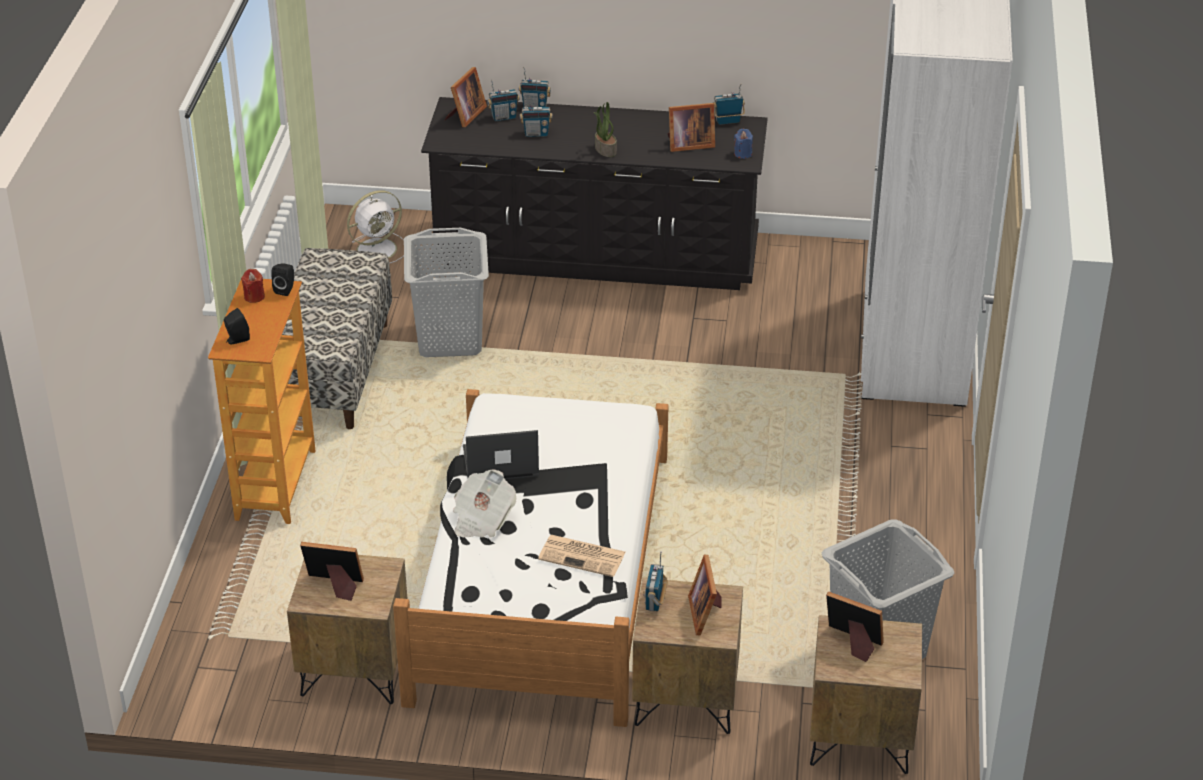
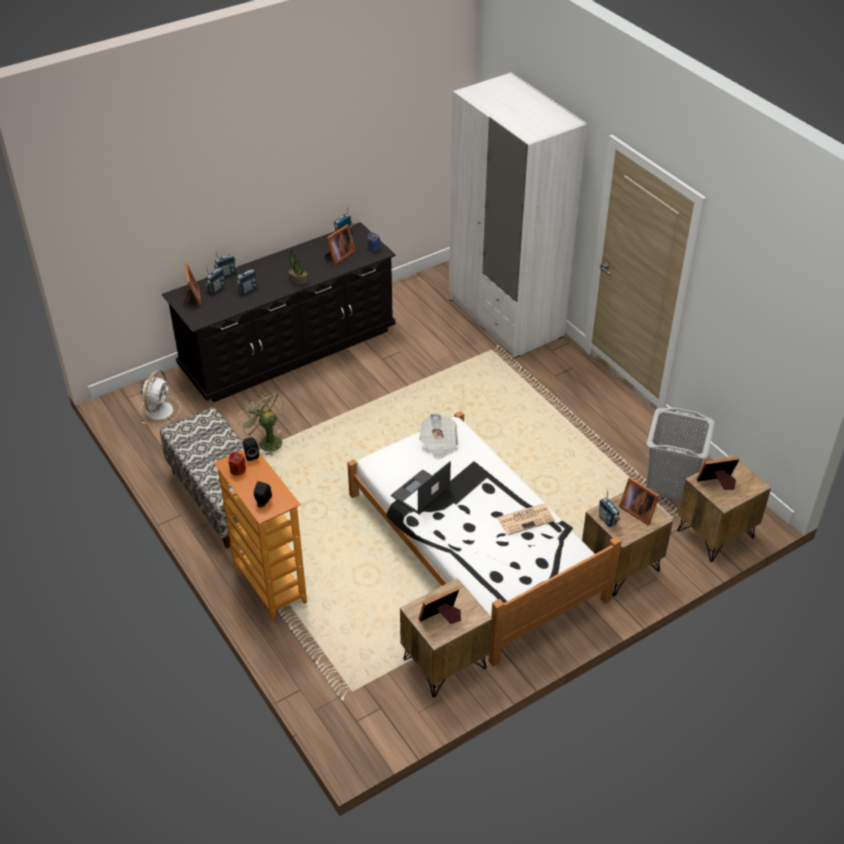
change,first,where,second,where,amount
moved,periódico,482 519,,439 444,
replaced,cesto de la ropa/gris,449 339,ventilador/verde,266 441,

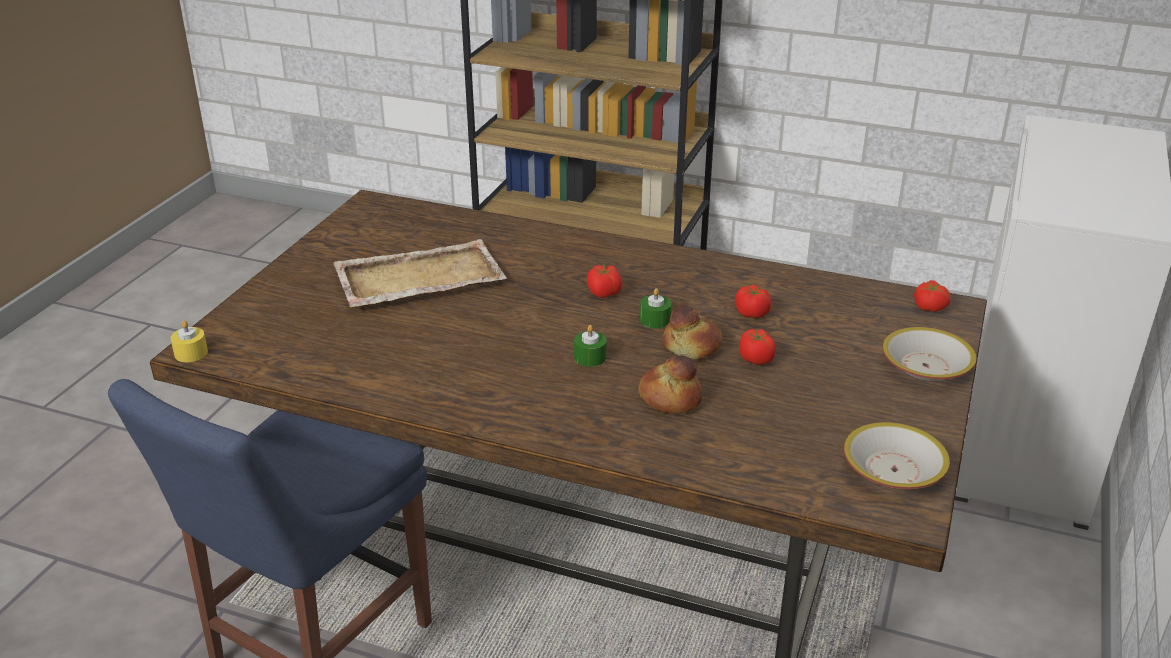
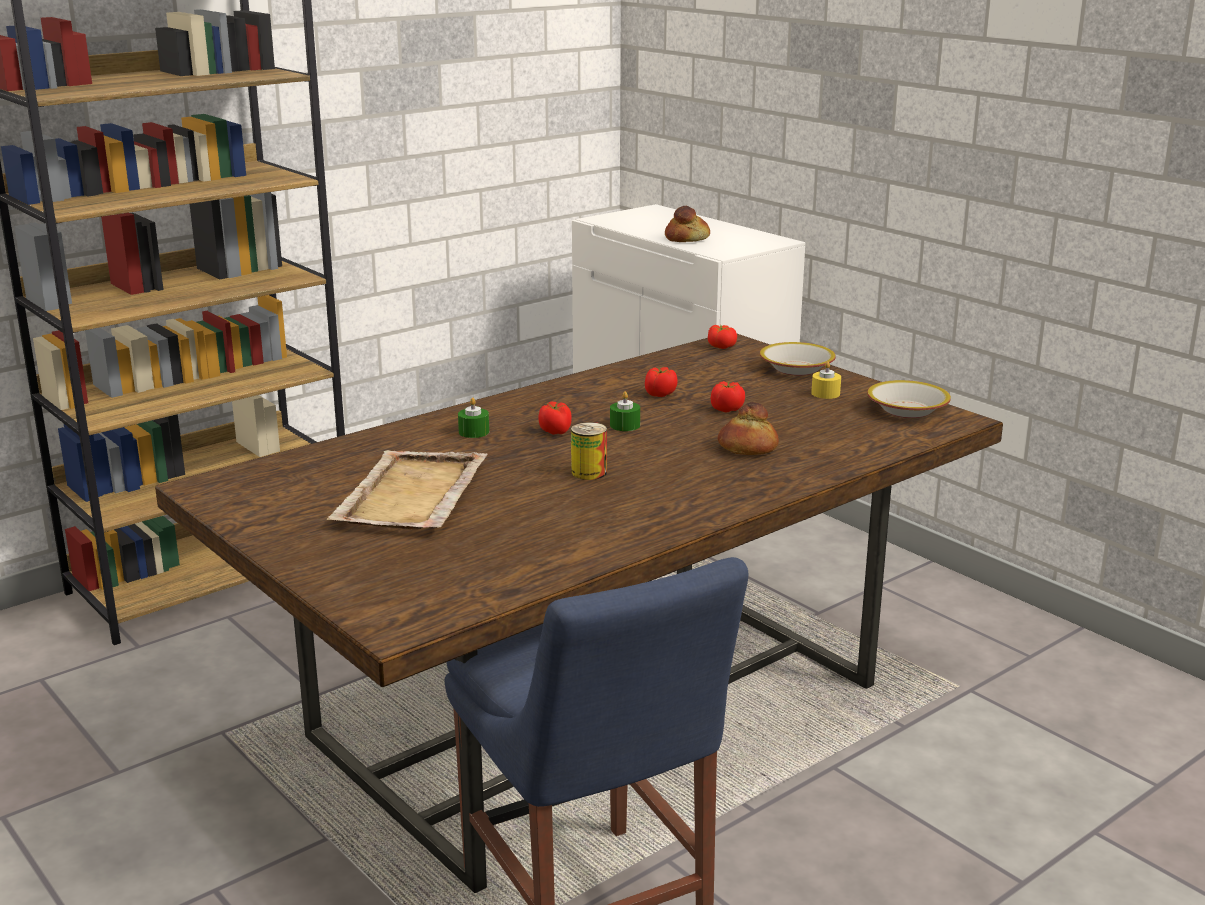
change,first,where,second,where,amount
added,,,lata,589 472,
moved,vela/amarillo,191 353,,825 393,
moved,vela/verde,590 357,,474 432,
moved,pan,691 347,,687 239,

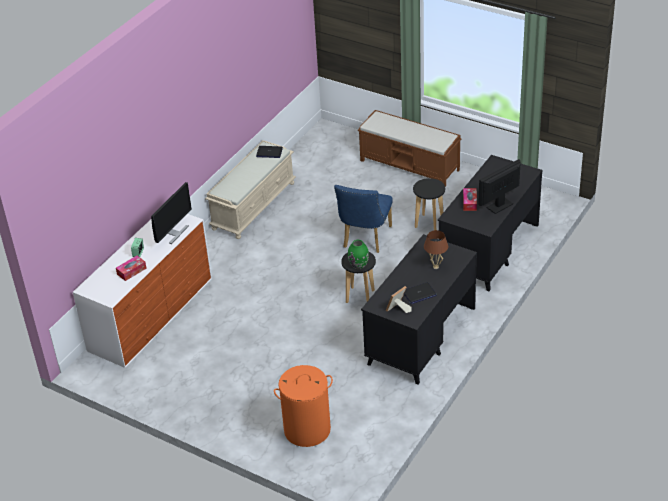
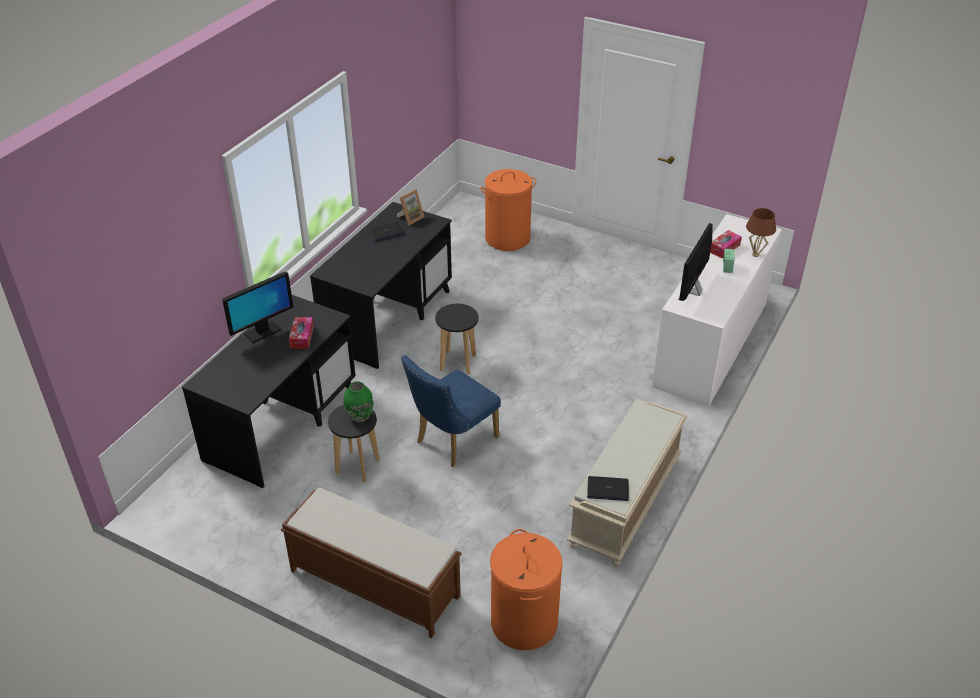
change,first,where,second,where,amount
added,,,cesto de la ropa/naranja,523 622,
moved,florero/verde,359 265,,359 417,
moved,lámpara de mesa/marrón,436 267,,755 255,
turned,silla/azul,365 239,,452 441,150 degrees counterclockwise

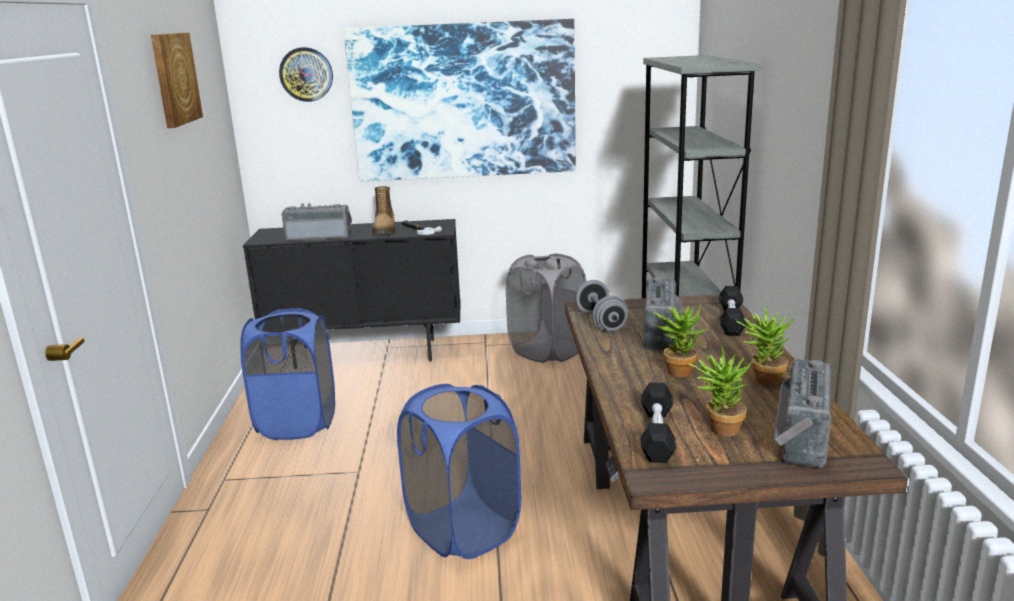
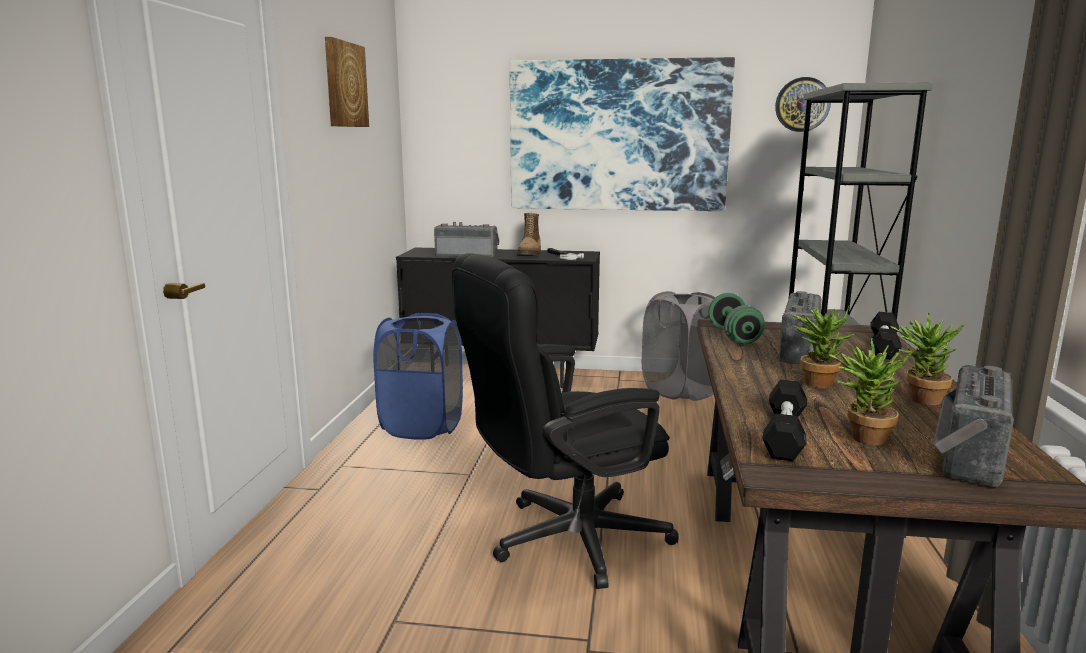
change,first,where,second,where,amount
moved,reloj de pared,306 74,,802 104,
replaced,cesto de la ropa/azul,463 530,silla de oficina/negro,564 541,
recoloured,mancuerna/gris,600 321,mancuerna/verde,734 336,

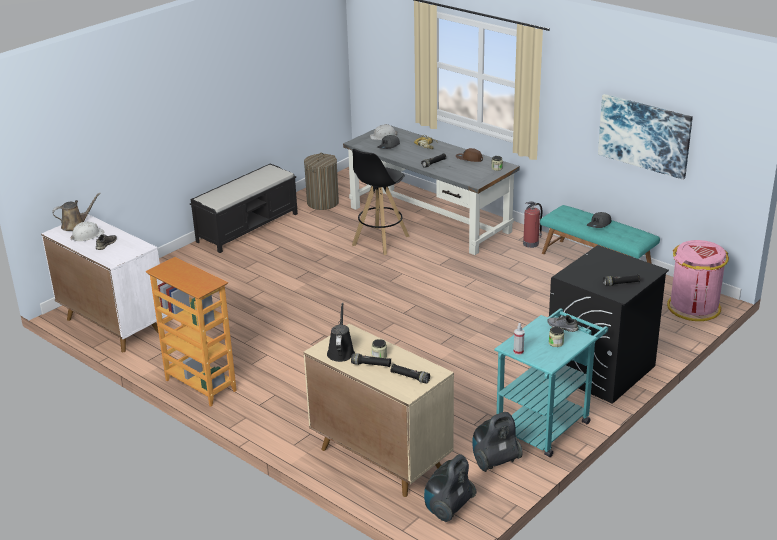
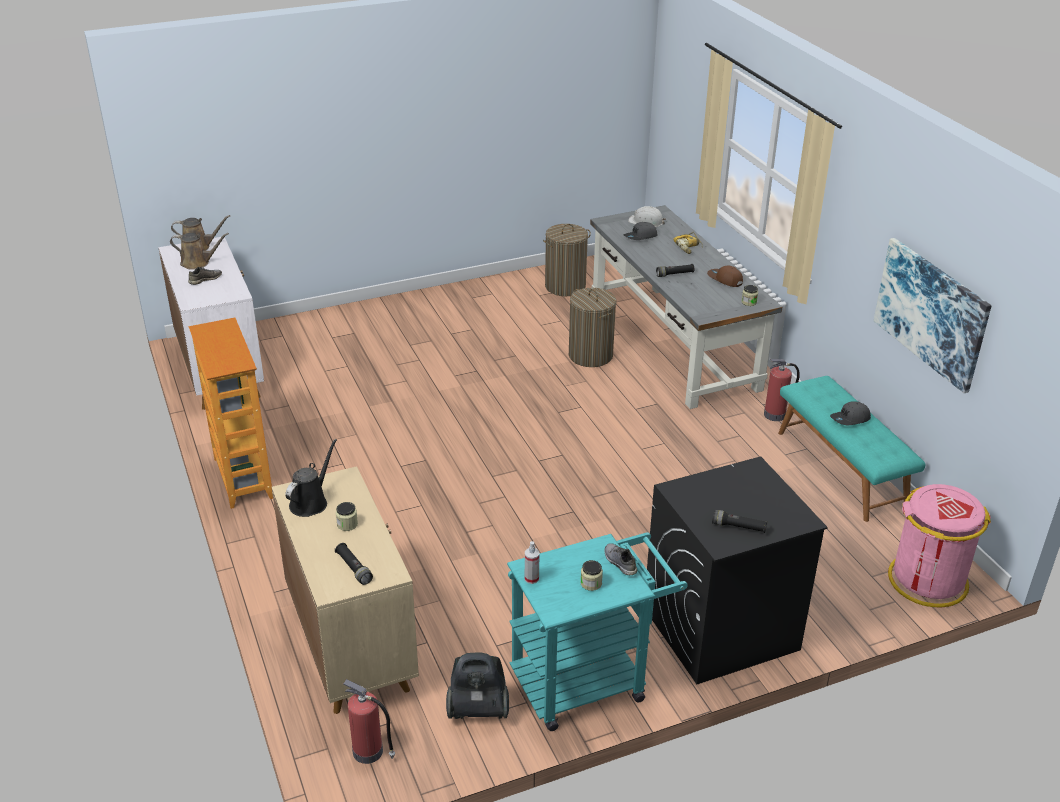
change,first,where,second,where,amount
removed,banco/negro,248 227,,,
removed,linterna/negro,371 365,,,
replaced,casco/blanco,87 235,regadera/marrón,198 263,
replaced,taburete/negro,380 241,cesto de la ropa,590 355,
replaced,aspiradora,448 509,extintor,369 752,

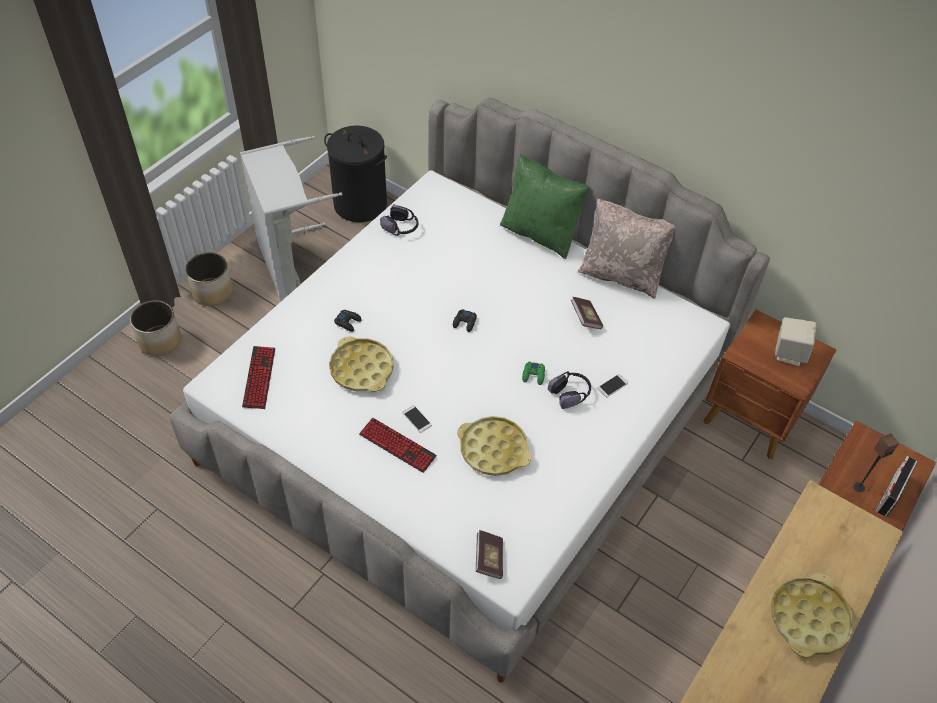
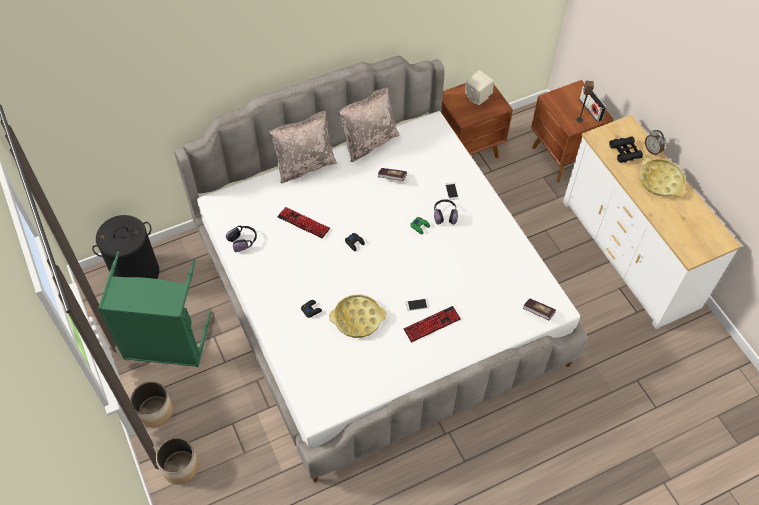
change,first,where,second,where,amount
removed,bandeja/amarillo,493 449,,,
added,,,prismáticos/negro,625 152,
added,,,despertador,652 150,
moved,teclado,259 378,,303 223,
recoloured,cesto de la ropa/gris,292 265,cesto de la ropa/verde,166 345,
recoloured,cojín/verde,540 233,cojín/beis,304 165,

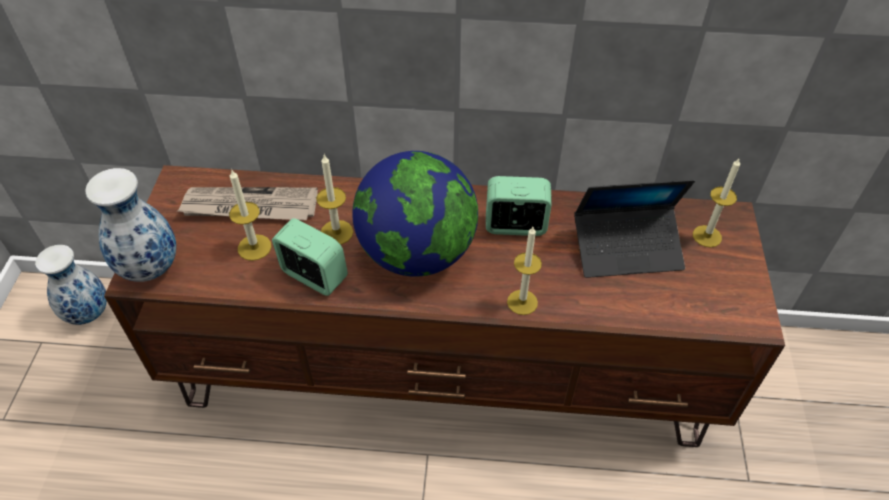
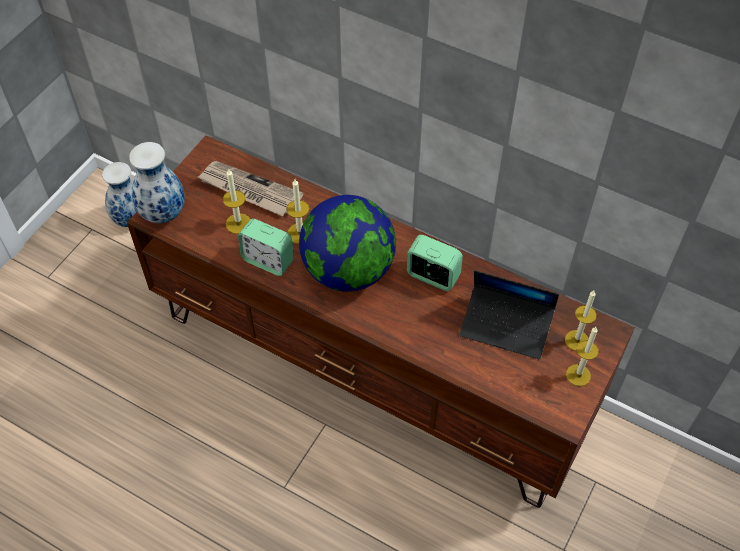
change,first,where,second,where,amount
moved,vela,522 302,,578 375,
turned,despertador,314 276,,268 260,150 degrees clockwise

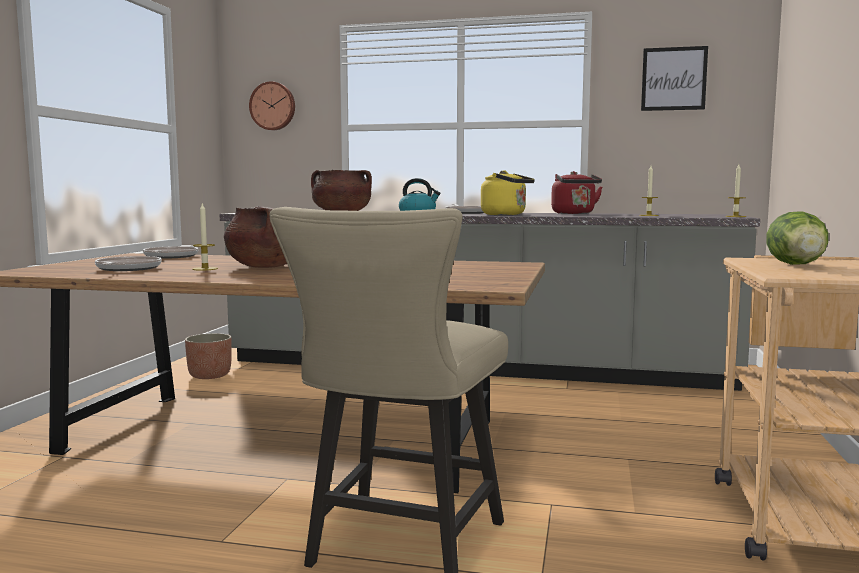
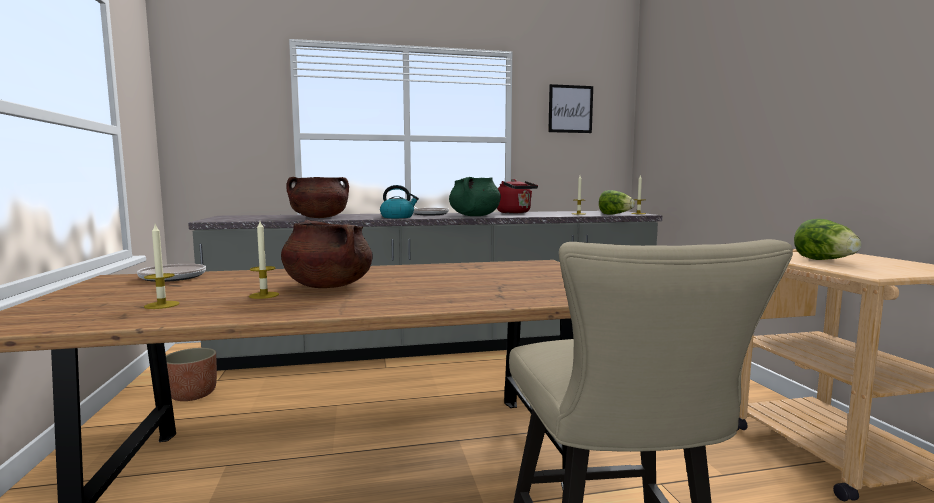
change,first,where,second,where,amount
removed,reloj de pared,273 106,,,
added,,,lechuga,615 214,
replaced,sartén,127 269,vela,162 305,
replaced,hervidor/amarillo,506 215,olla/verde,474 216,

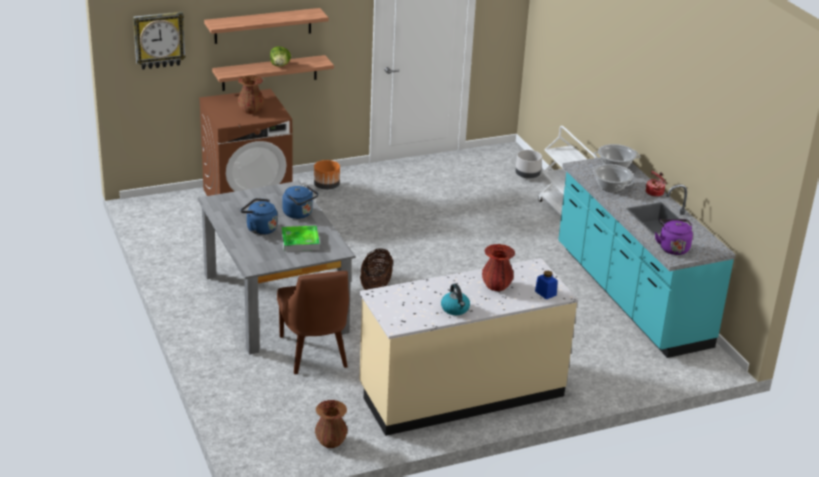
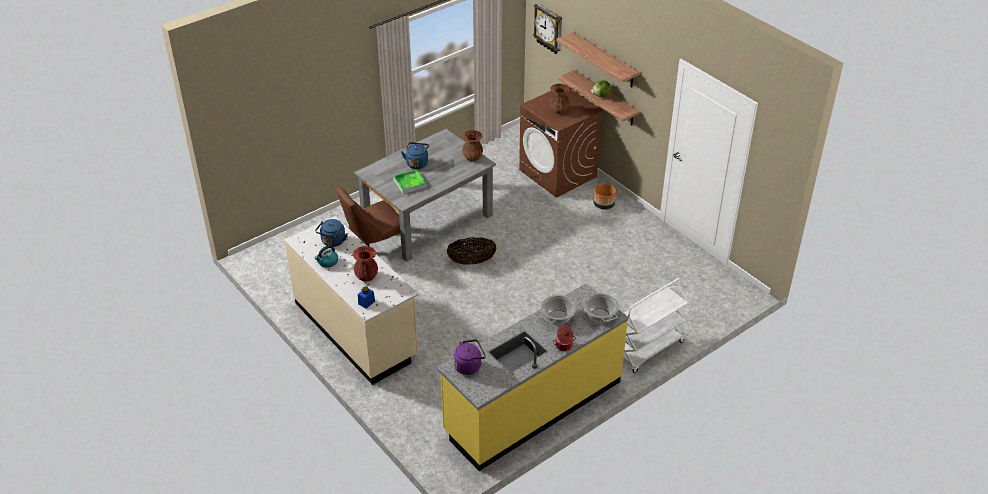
change,first,where,second,where,amount
removed,maceta/gris,527 175,,,
moved,hervidor/azul,299 214,,333 242,
moved,florero/marrón,330 442,,472 157,
recoloured,mueble bajo de cocina/turquesa,630 296,mueble bajo de cocina/amarillo,532 406,

